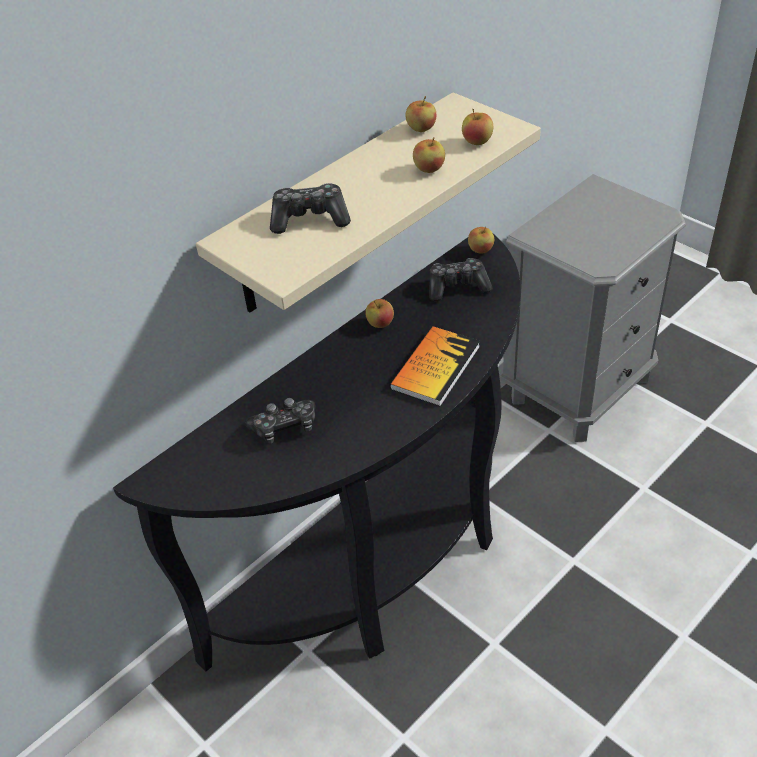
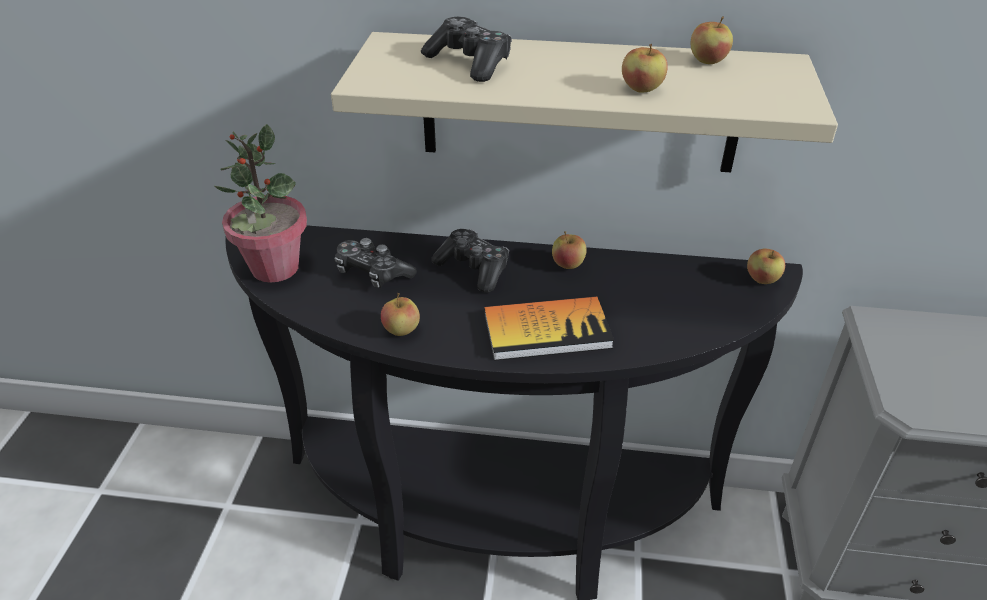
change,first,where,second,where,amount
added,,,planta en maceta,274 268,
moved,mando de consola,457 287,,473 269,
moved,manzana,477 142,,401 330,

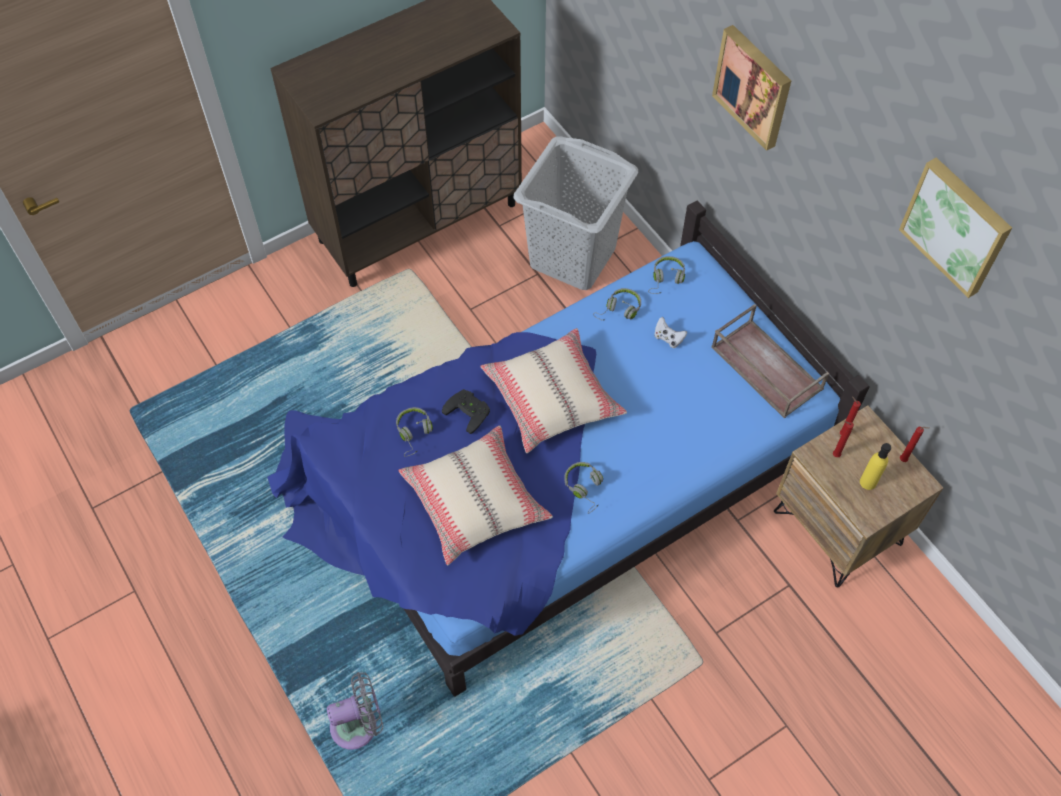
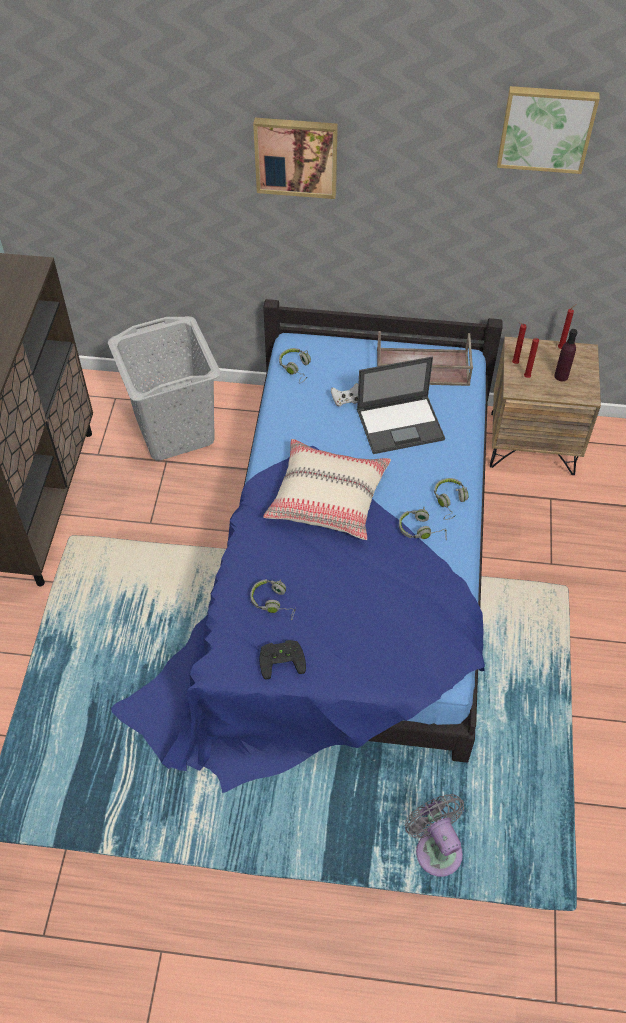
change,first,where,second,where,amount
removed,cojín/beis,475 501,,,
added,,,portátil,401 424,
moved,mando de consola/negro,469 411,,281 658,
moved,auriculares/gris,619 310,,450 501,
recoloured,botella/amarillo,868 482,botella/morado,561 376,
turned,ventilador/gris,359 725,,436 848,45 degrees counterclockwise

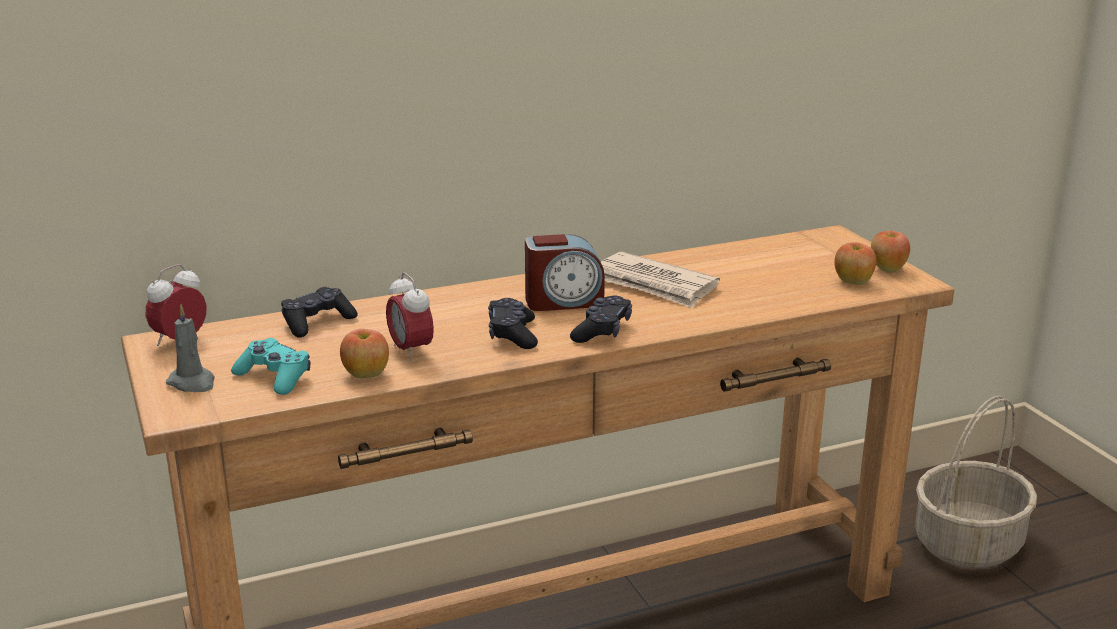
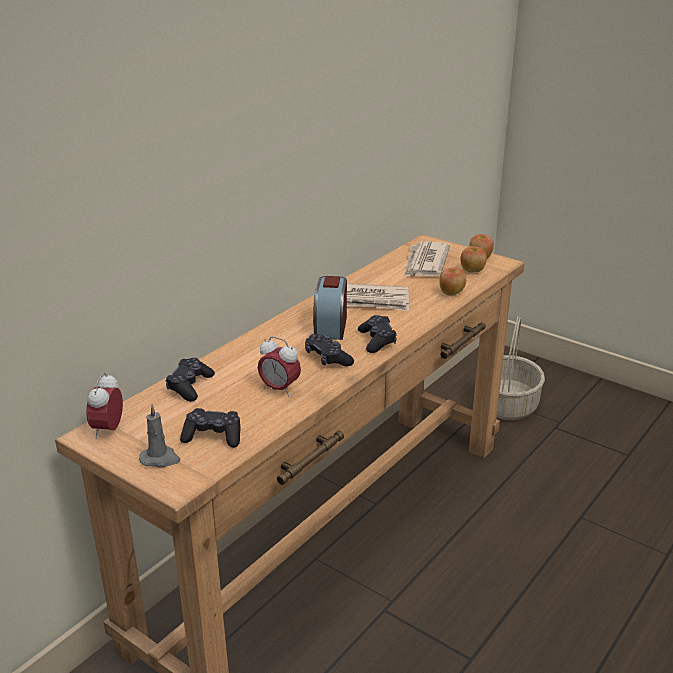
change,first,where,second,where,amount
added,,,periódico,425 263,
moved,manzana,366 375,,451 293,
recoloured,mando de consola/turquesa,274 377,mando de consola/negro,213 436,
turned,despertador,563 301,,330 326,135 degrees clockwise

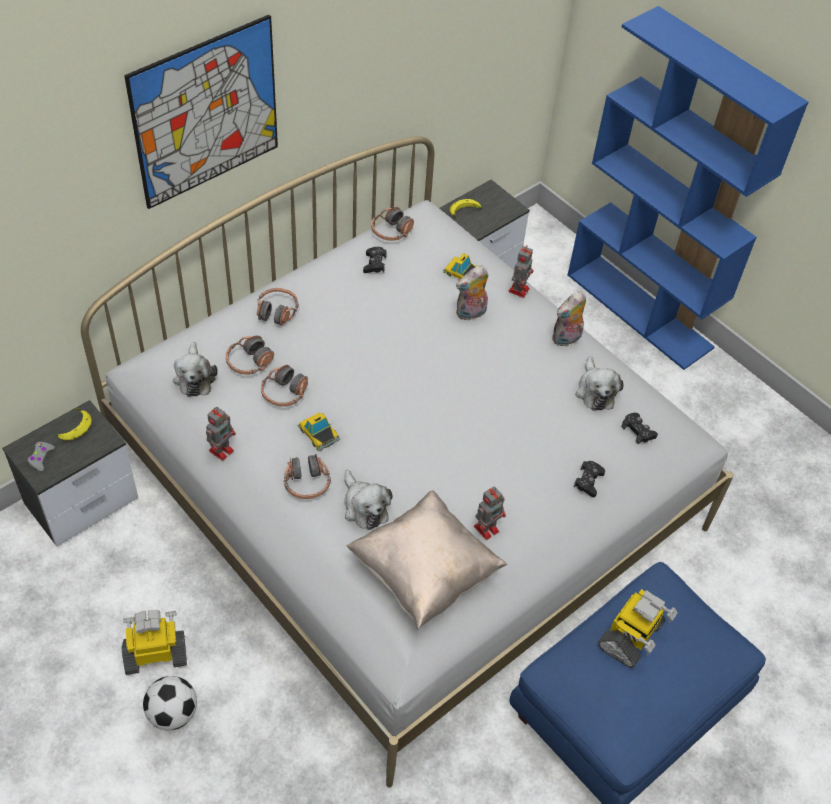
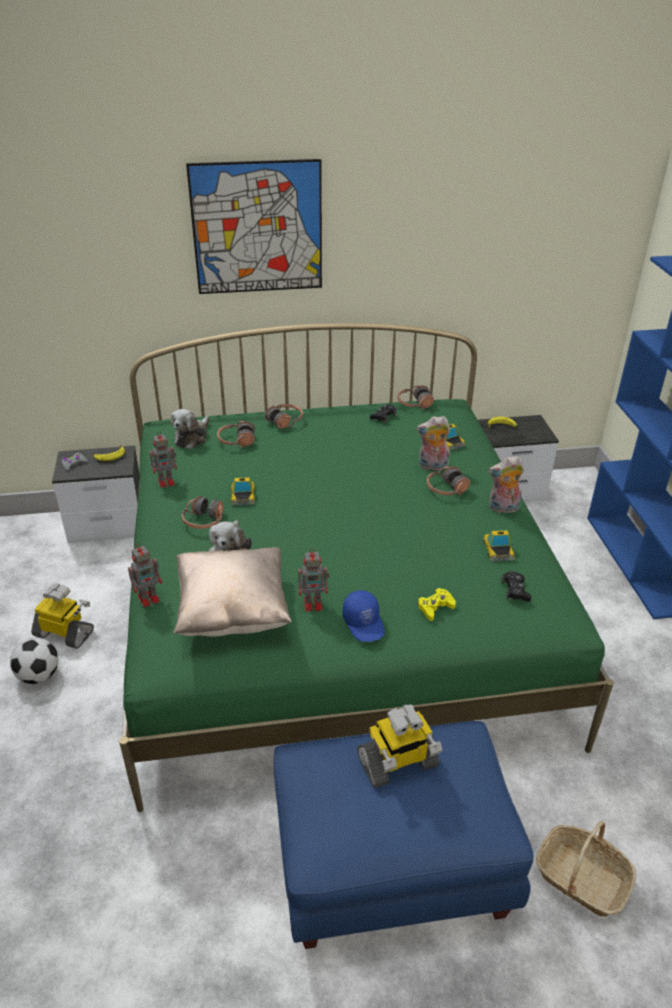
change,first,where,second,where,amount
added,,,gorra/azul,364 623,
added,,,cesta,581 878,
moved,auriculares,284 393,,446 489,
moved,robot de juguete,519 289,,149 598,
replaced,peluche,595 391,coche de juguete,498 549,
recoloured,cama/blanco,407 491,cama/verde,335 609,
recoloured,mando de consola/negro,588 481,mando de consola/amarillo,435 607,

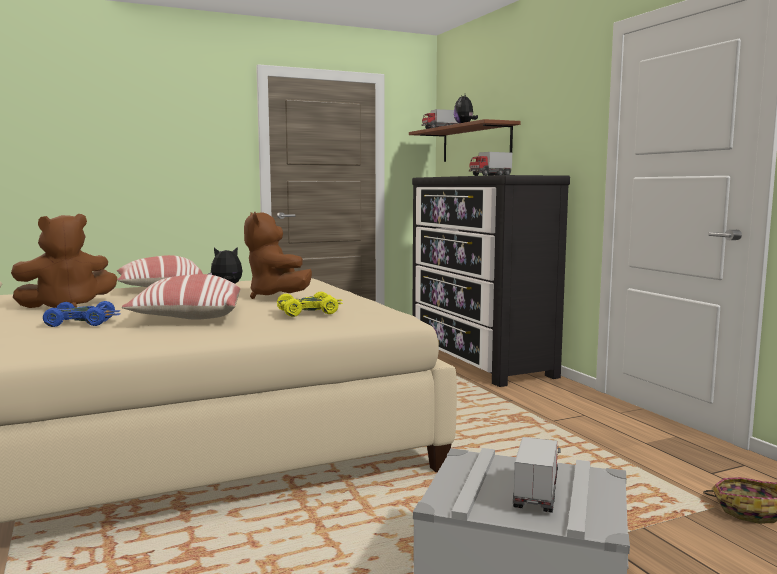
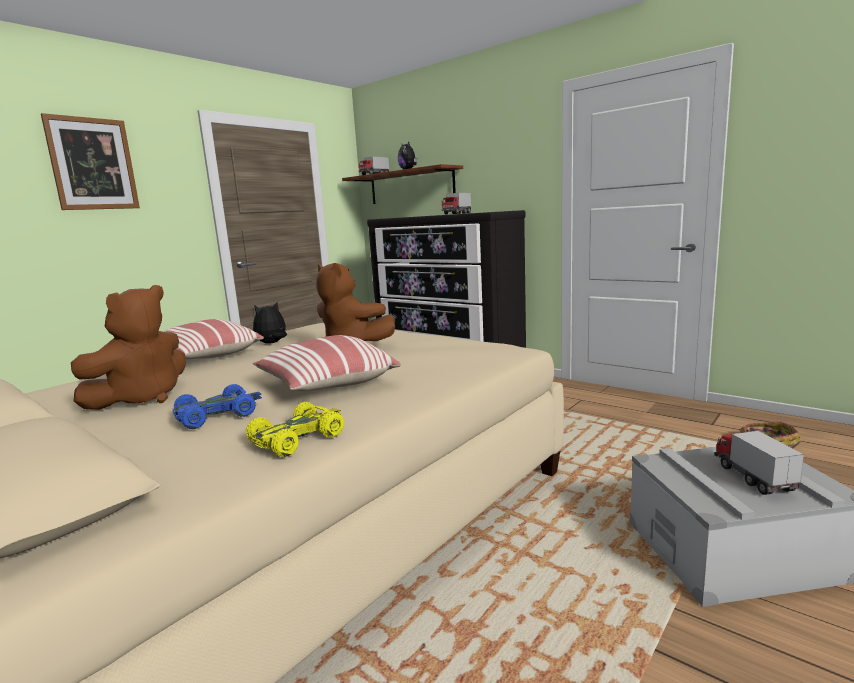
change,first,where,second,where,amount
added,,,cuadro,93 164,
moved,coche de juguete/amarillo,308 312,,298 438,

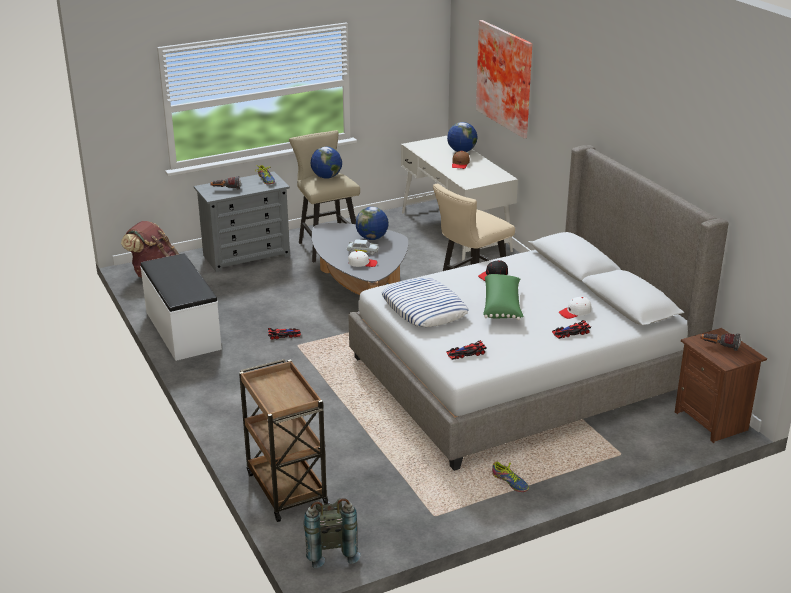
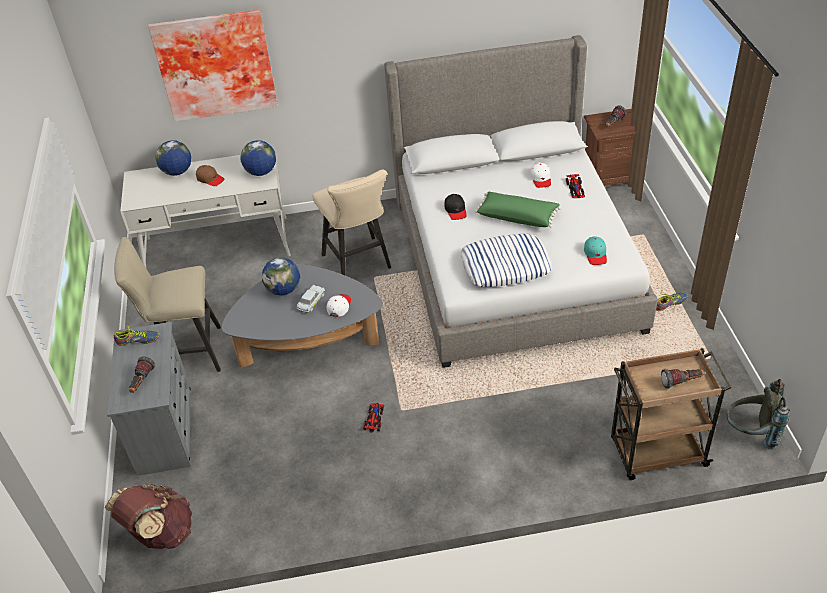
change,first,where,second,where,amount
removed,banco/blanco,182 330,,,
added,,,linterna,682 382,
moved,globo terráqueo,326 177,,261 172,
replaced,coche de juguete,466 353,gorra/turquesa,595 254,

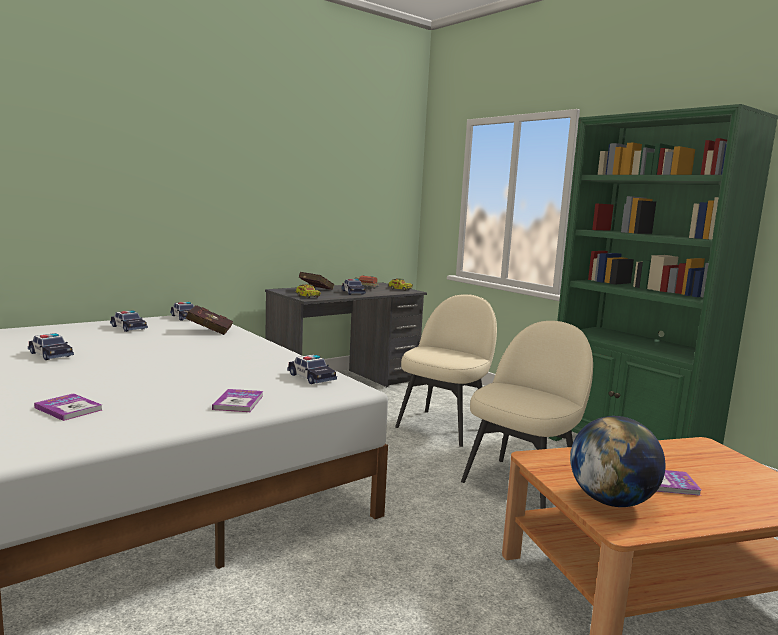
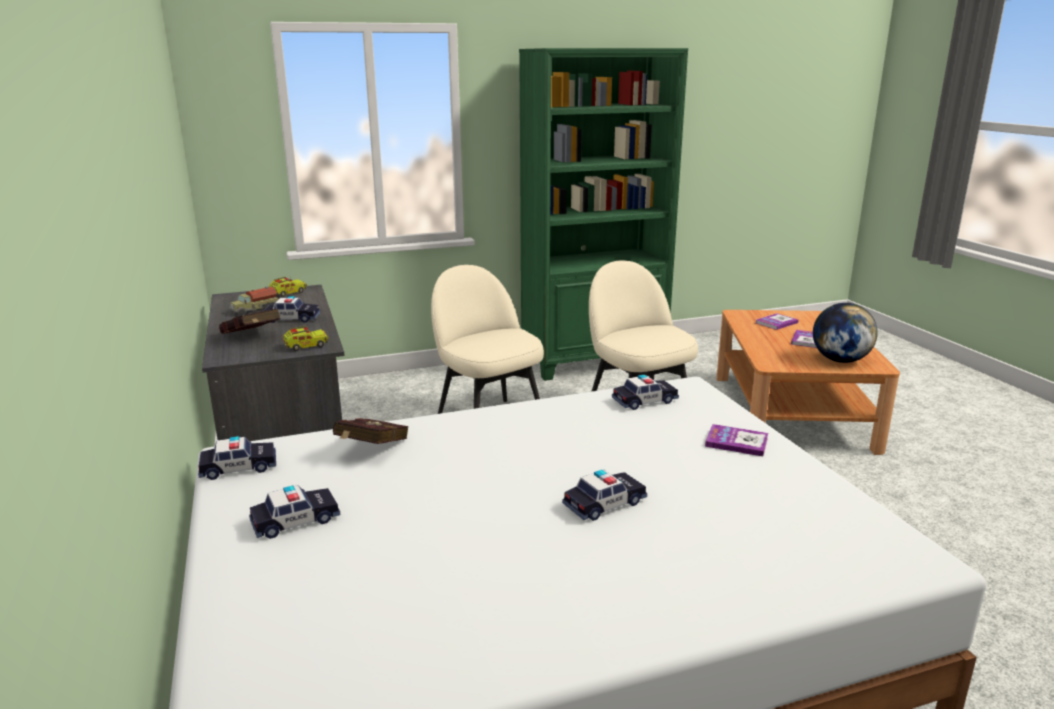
change,first,where,second,where,amount
moved,coche de juguete,50 354,,604 504,
moved,libro,68 409,,776 323,

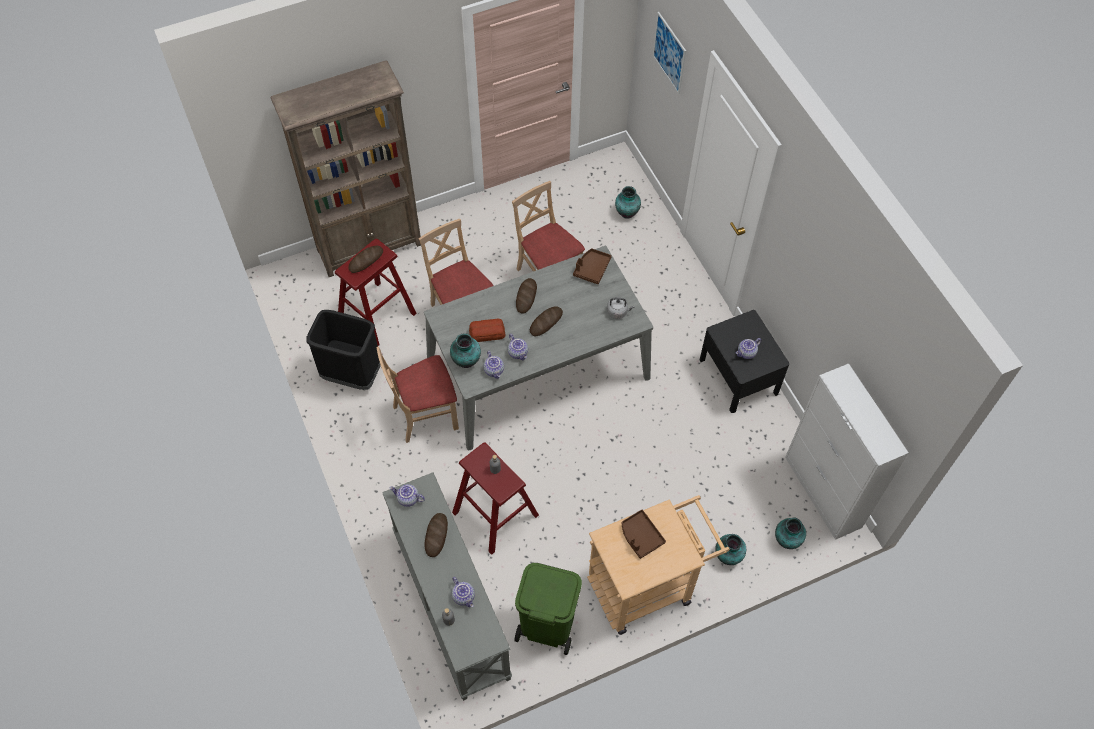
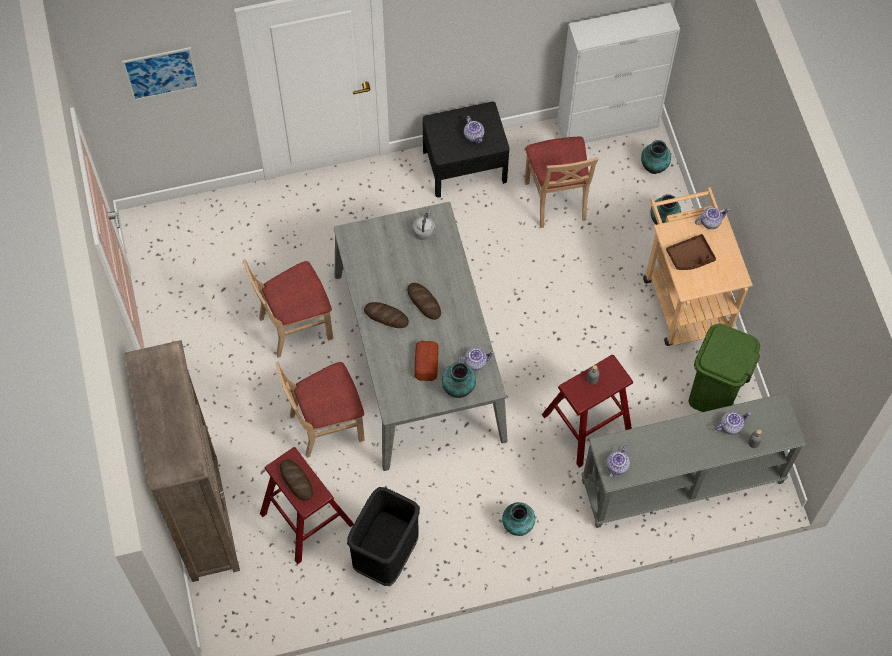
change,first,where,second,where,amount
removed,pan,436 536,,,
removed,bandeja/marrón,591 269,,,
moved,silla/beis,425 415,,556 199,
moved,tetera,518 352,,710 221,
moved,florero,626 212,,517 526,

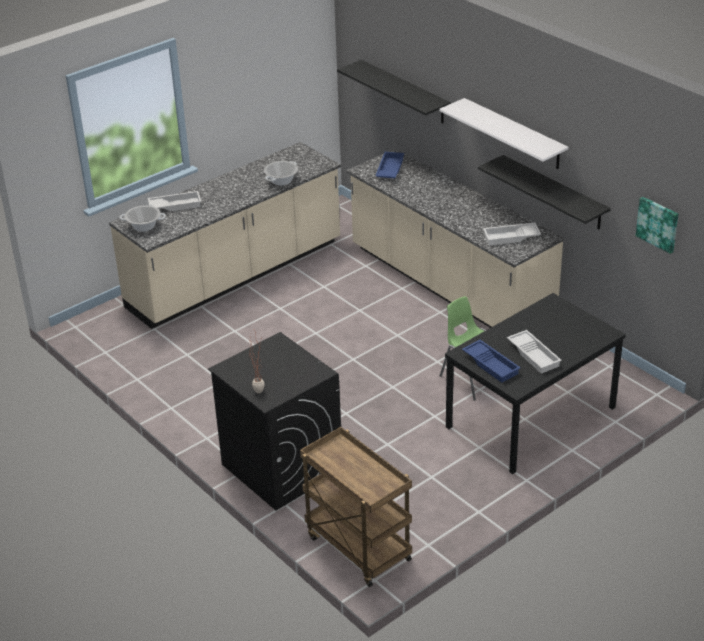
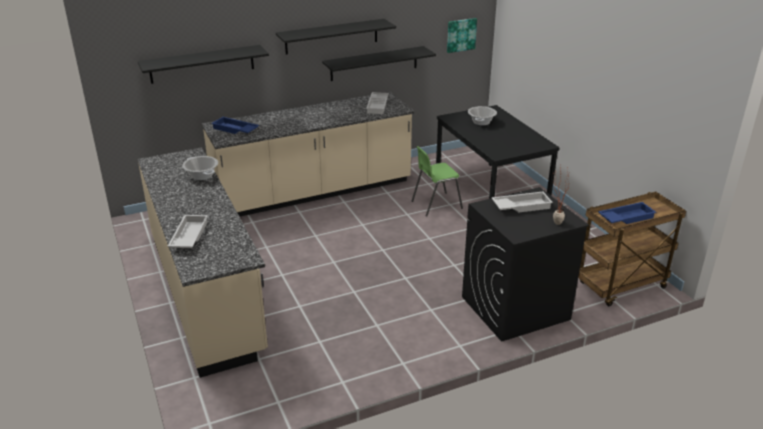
change,first,where,second,where,amount
moved,olla,144 226,,481 122,
moved,bandeja/azul,491 364,,625 217,
moved,bandeja/blanco,534 355,,521 206,
recoloured,estante/blanco,514 134,estante/negro,331 36,

